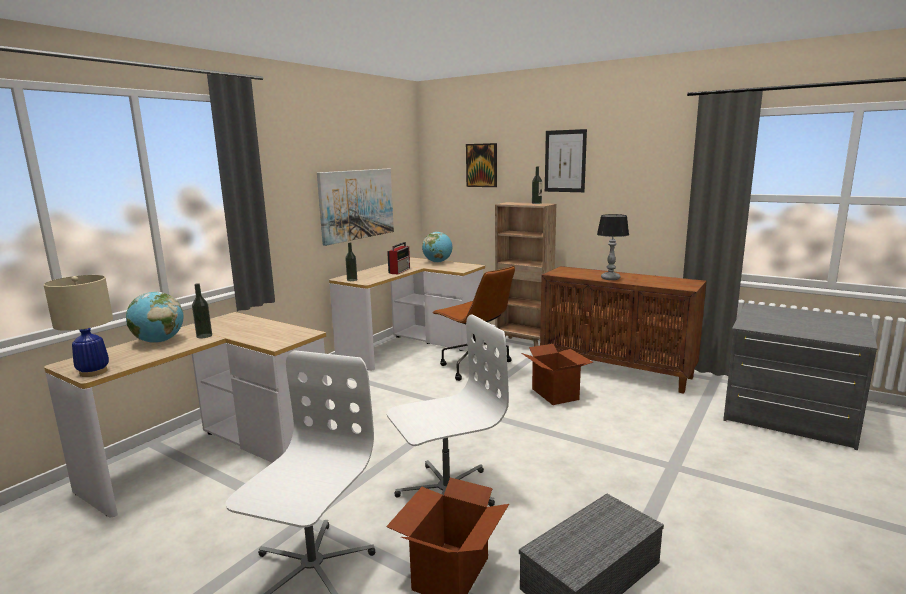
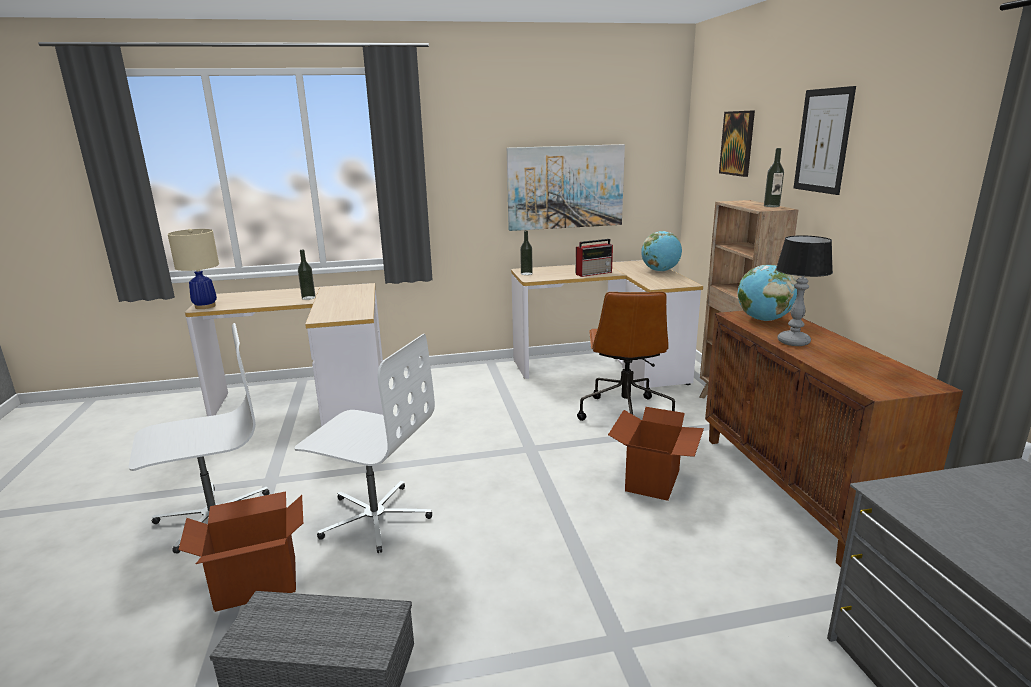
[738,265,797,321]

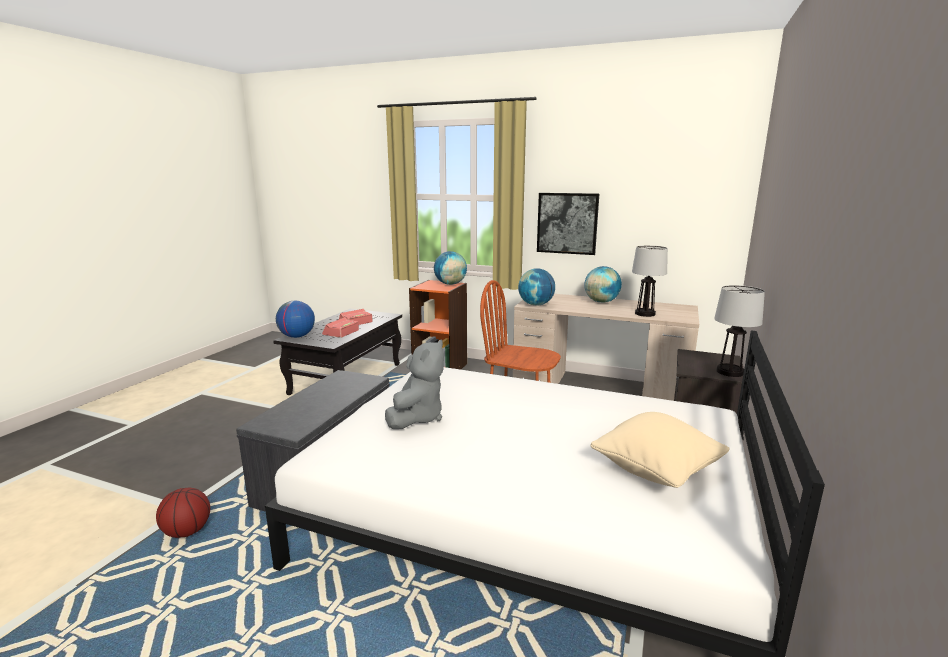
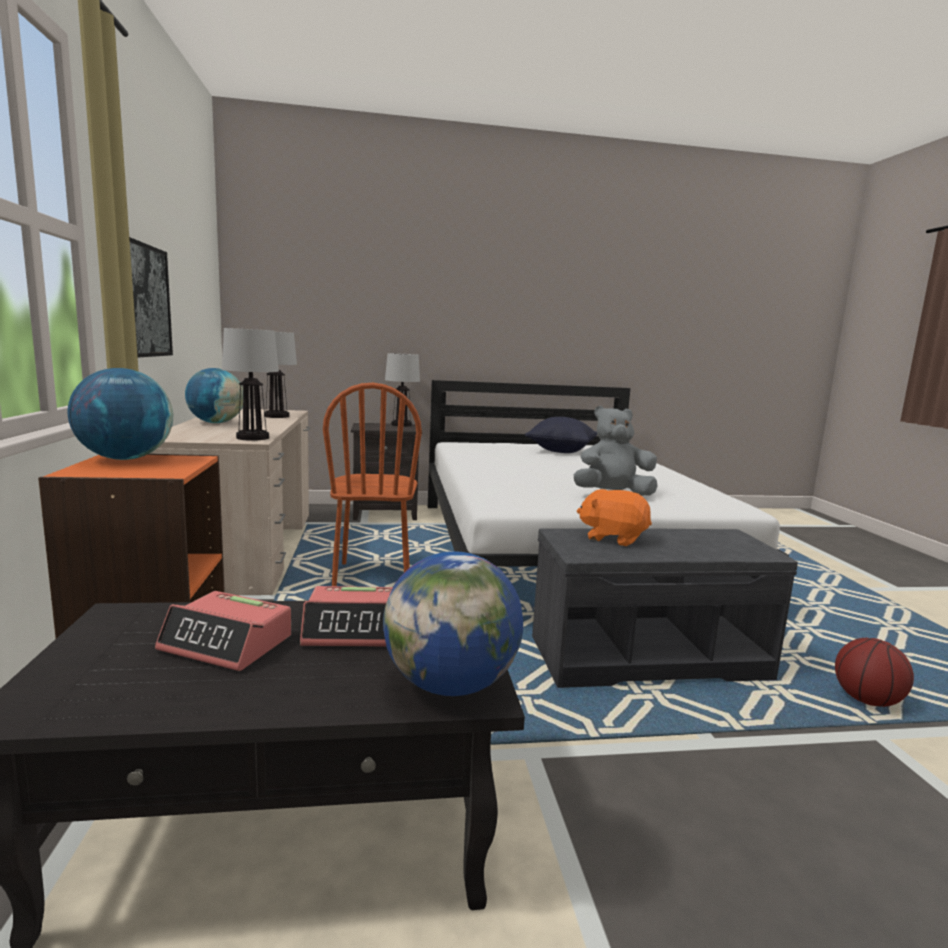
[222,328,279,441]
[525,417,597,453]
[577,489,652,546]

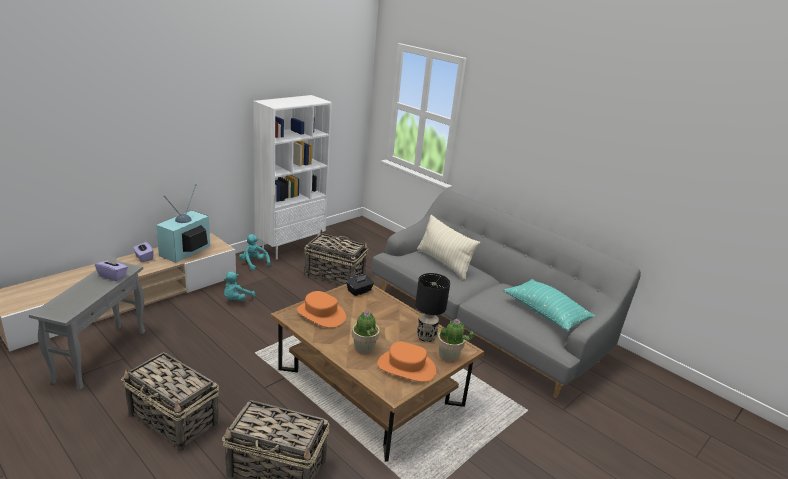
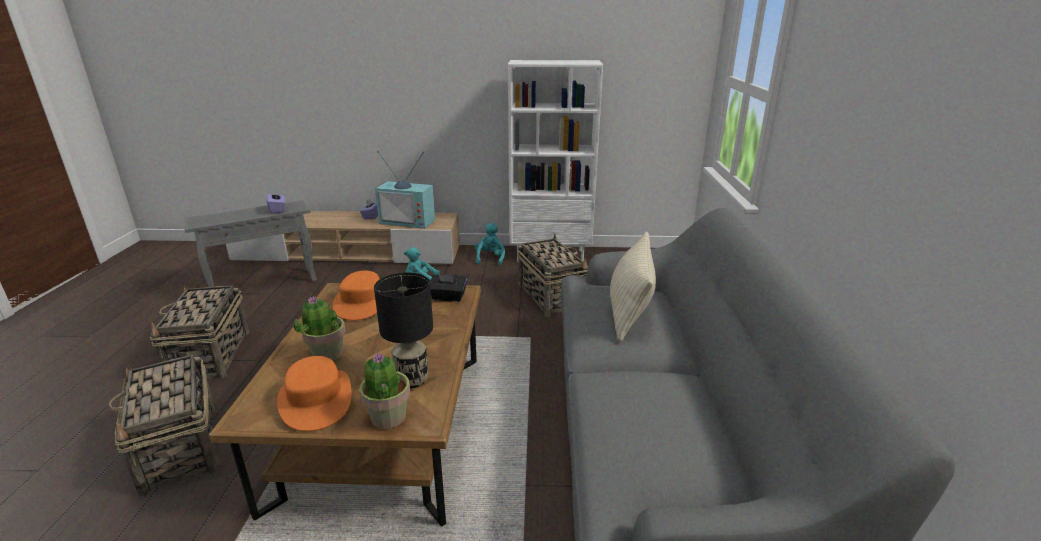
[375,150,435,229]
[503,279,596,332] (first image)

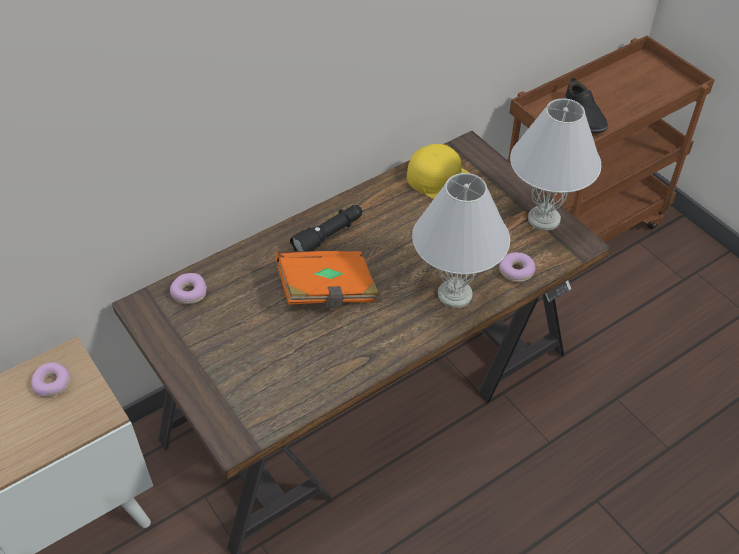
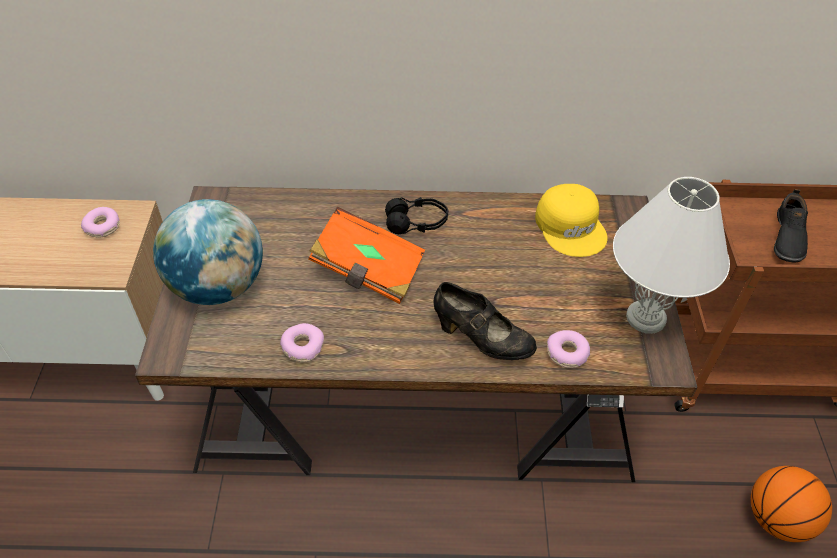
[280,323,324,362]
[385,197,448,234]
[433,282,537,360]
[153,199,263,305]
[751,466,832,542]

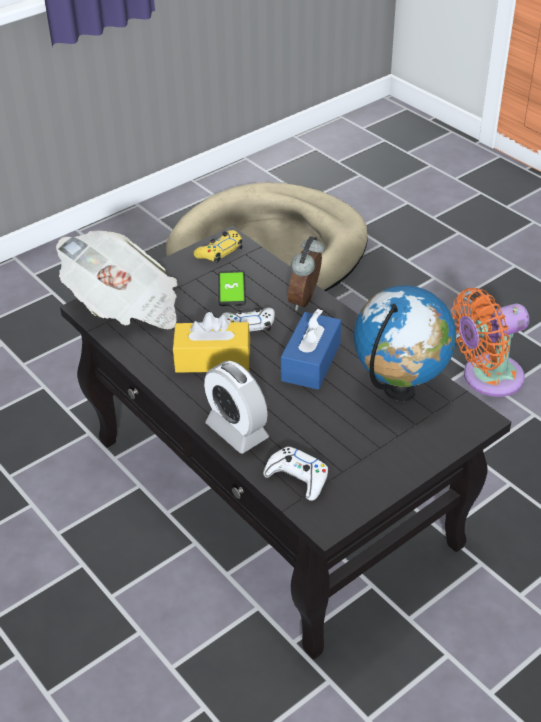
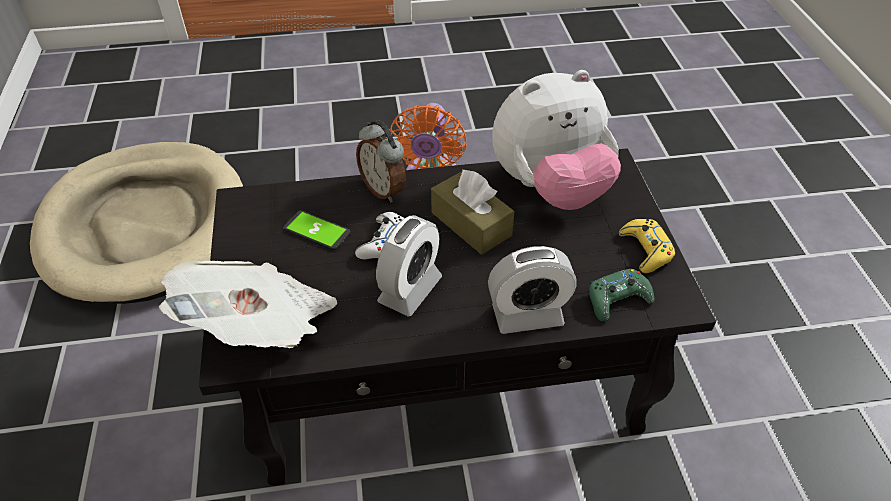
[376,215,442,316]
[619,219,676,273]
[588,269,654,322]
[431,169,514,255]
[492,70,621,210]

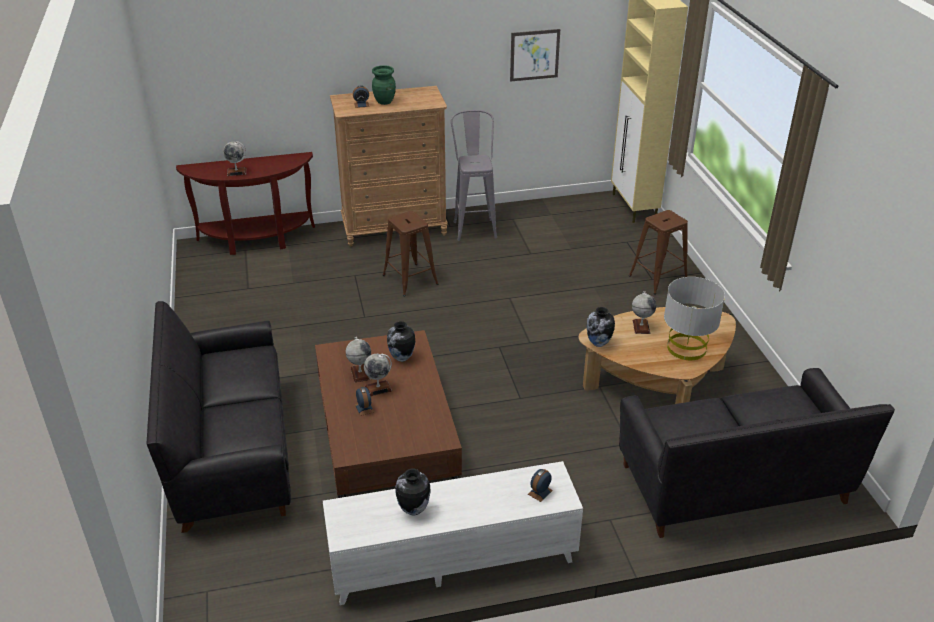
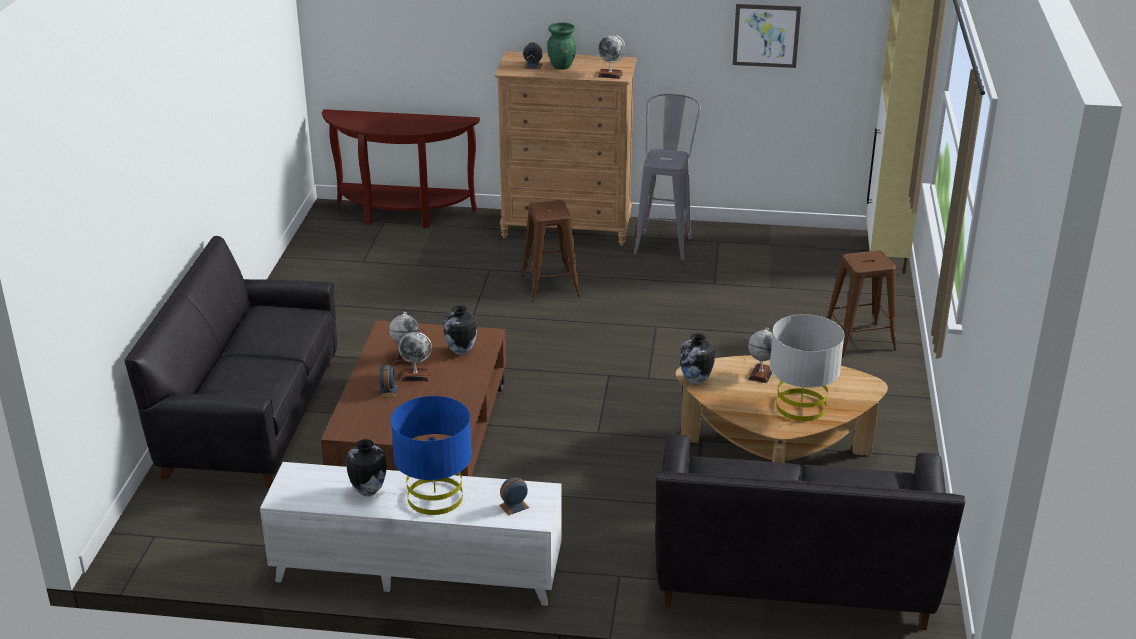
[597,35,626,79]
[391,396,472,515]

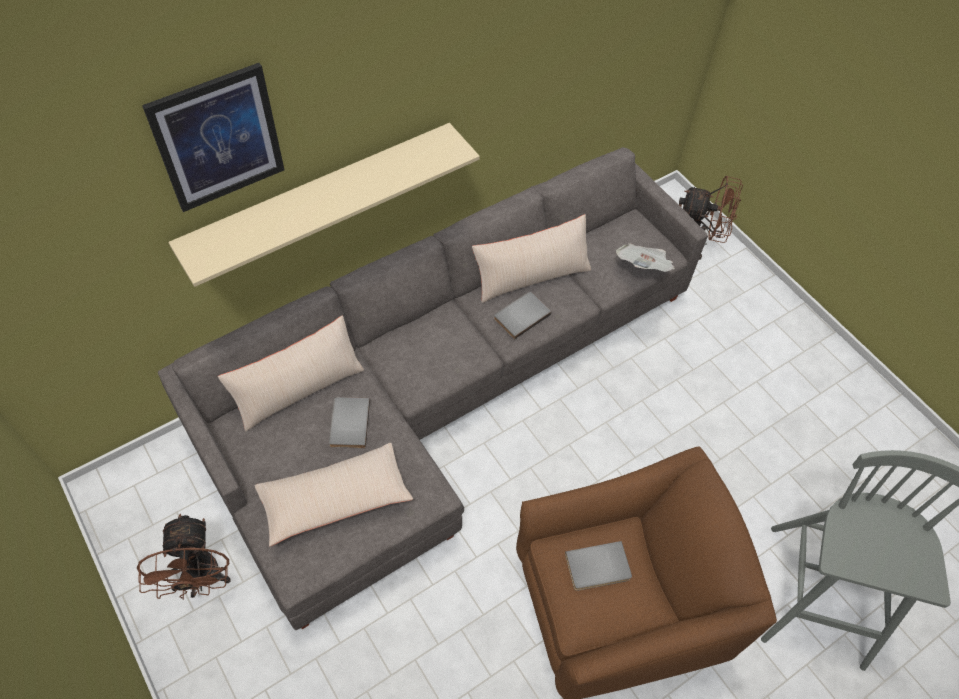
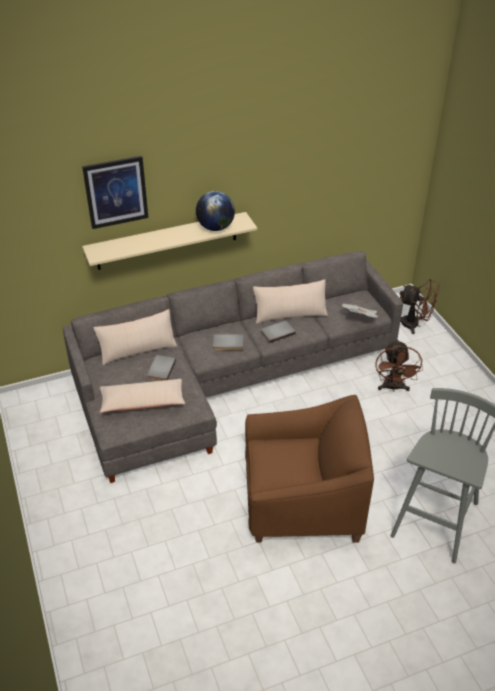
[376,340,423,391]
[213,334,244,350]
[196,191,235,231]

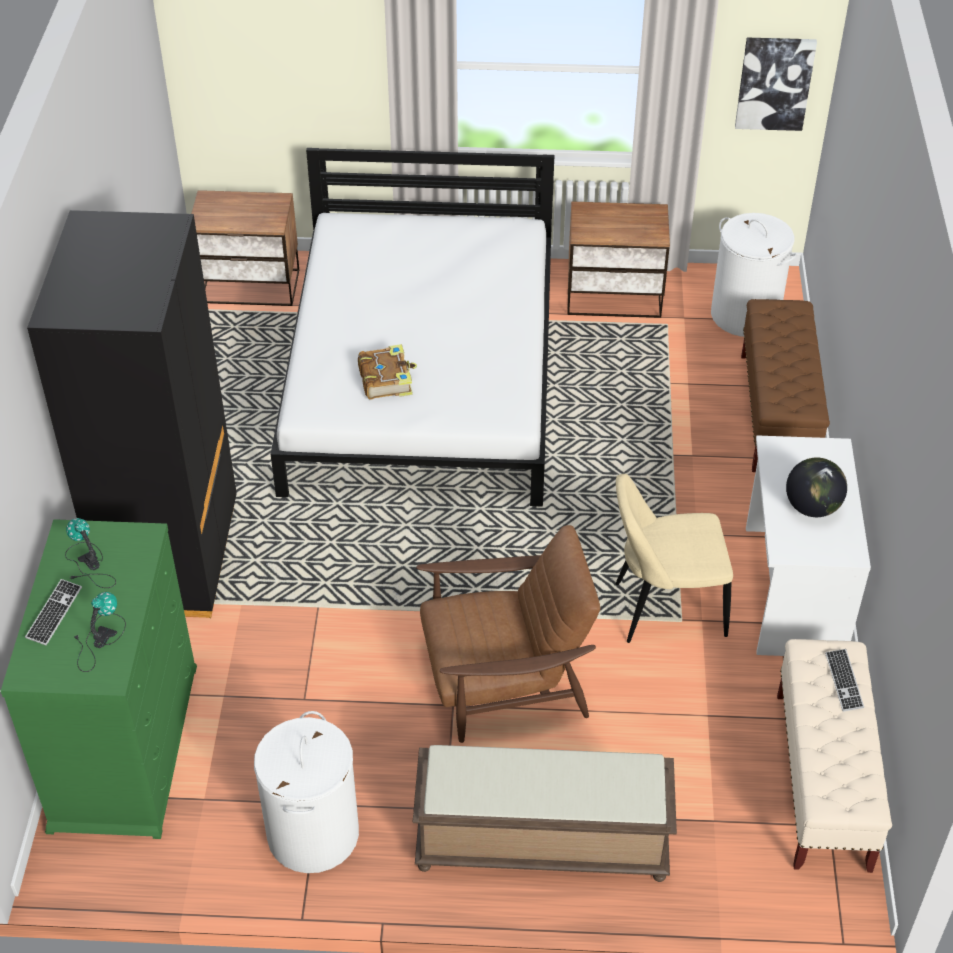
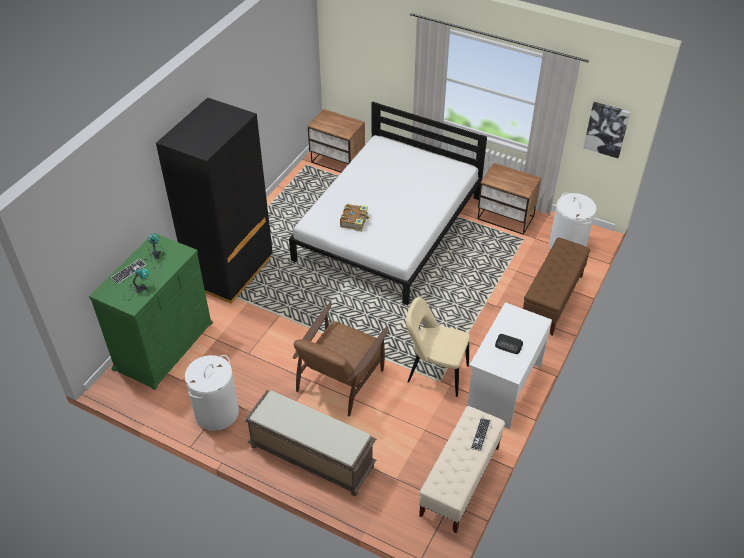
[293,303,388,416]
[495,334,523,354]

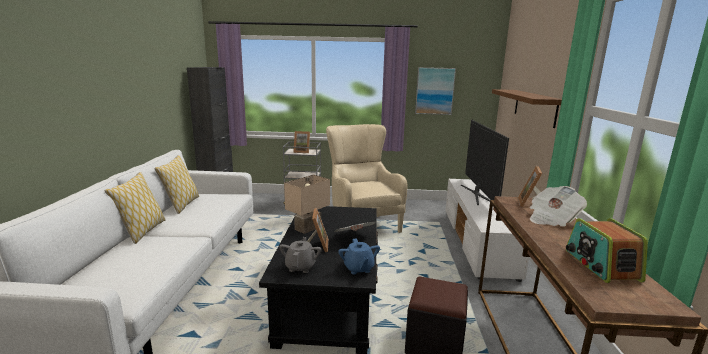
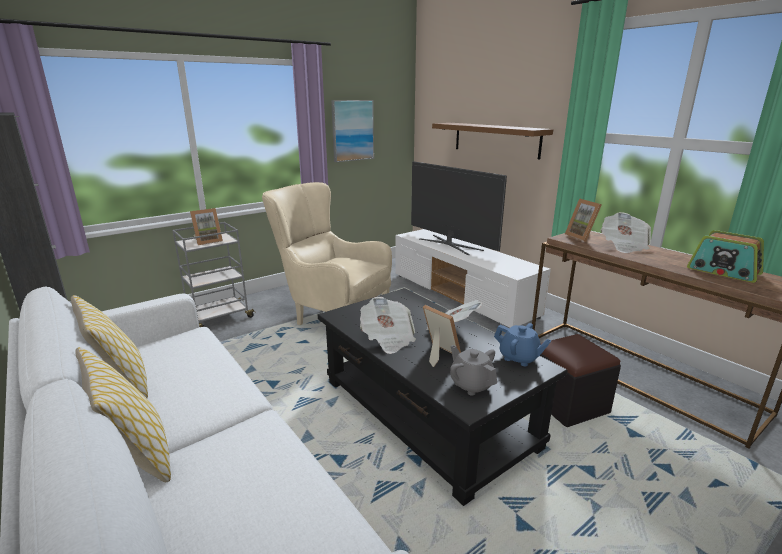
[360,297,416,354]

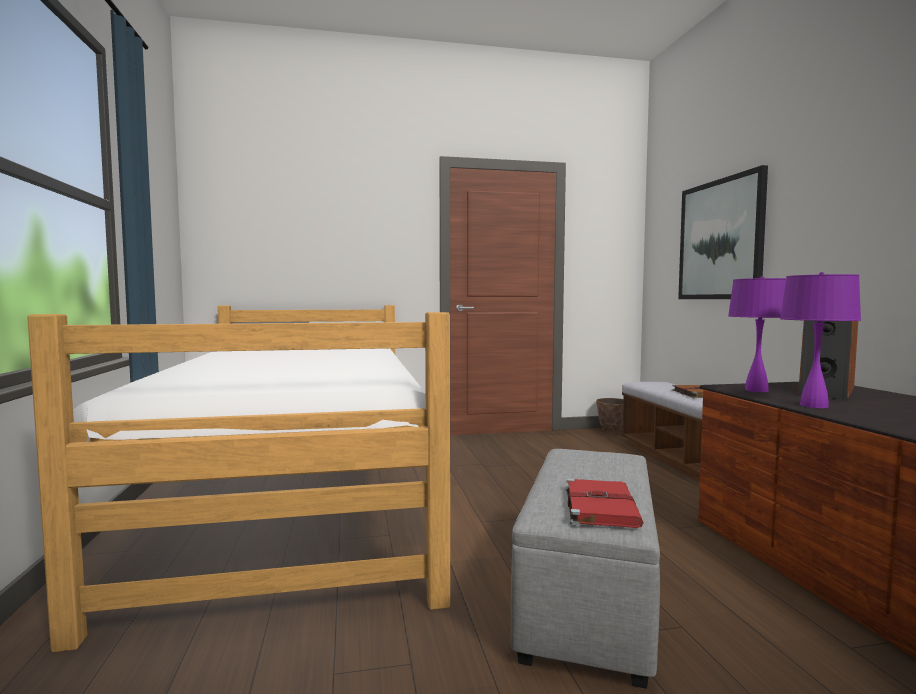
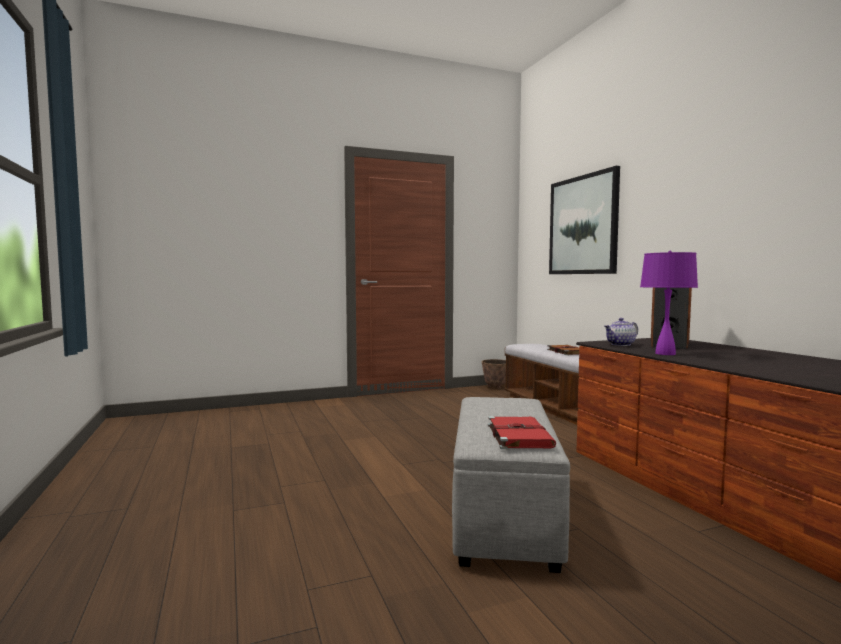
[27,305,450,652] (first image)
[604,318,638,346]

